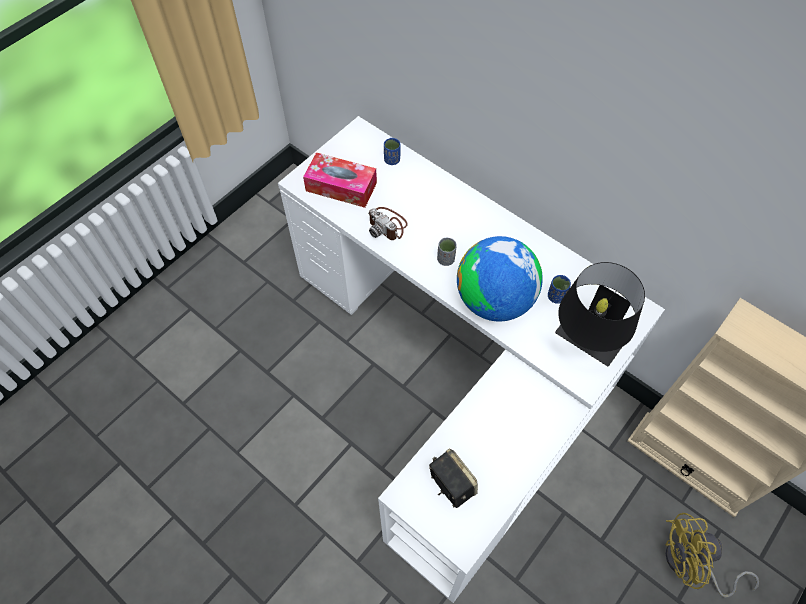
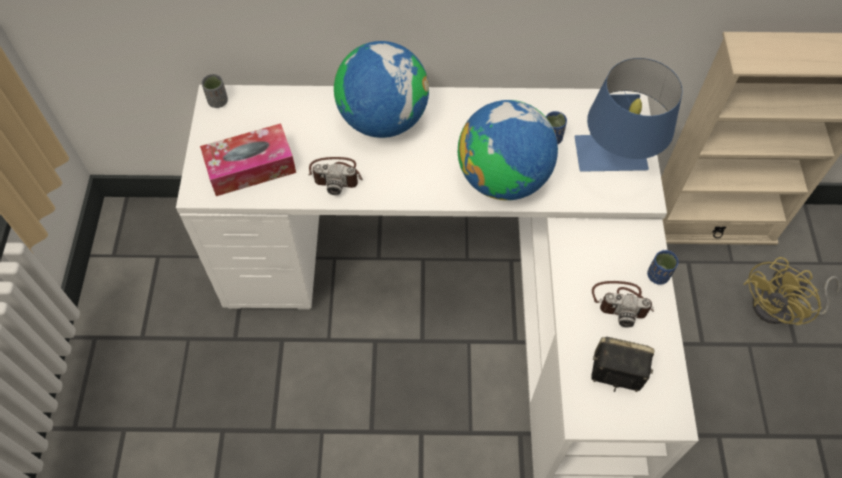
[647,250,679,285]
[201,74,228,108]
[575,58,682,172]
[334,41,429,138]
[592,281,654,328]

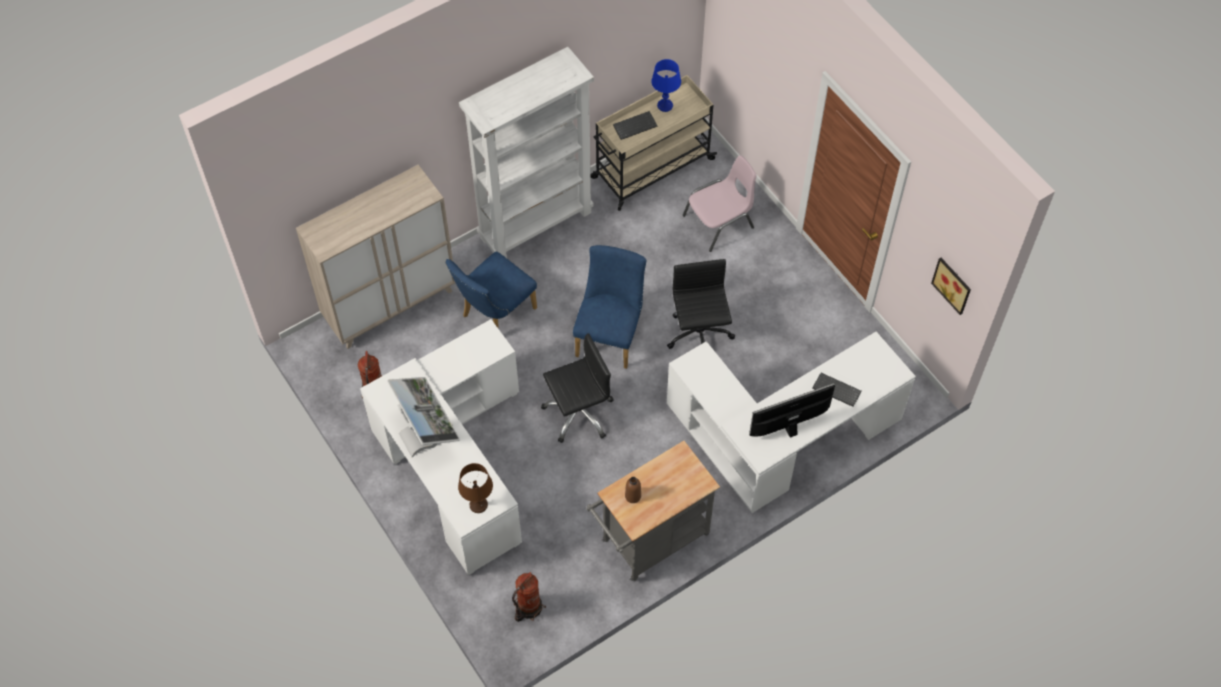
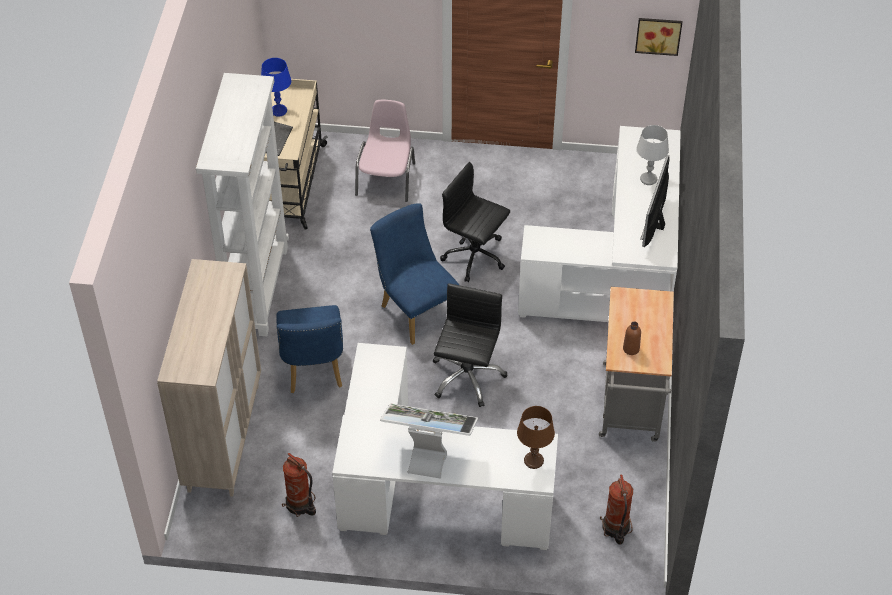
[636,125,669,185]

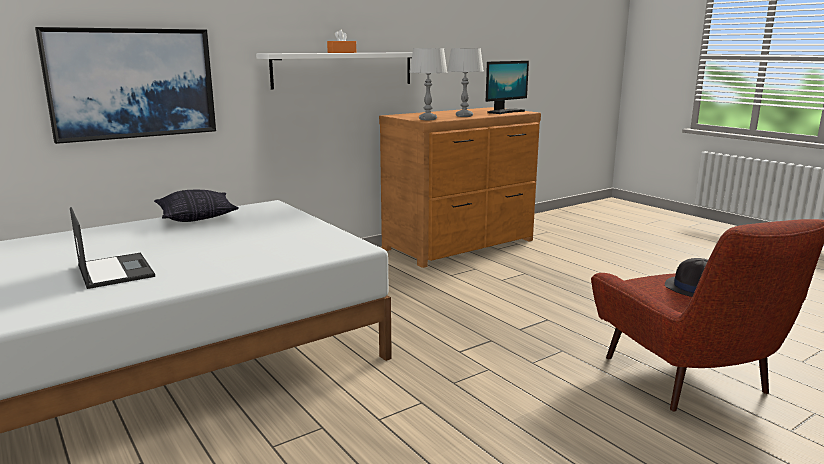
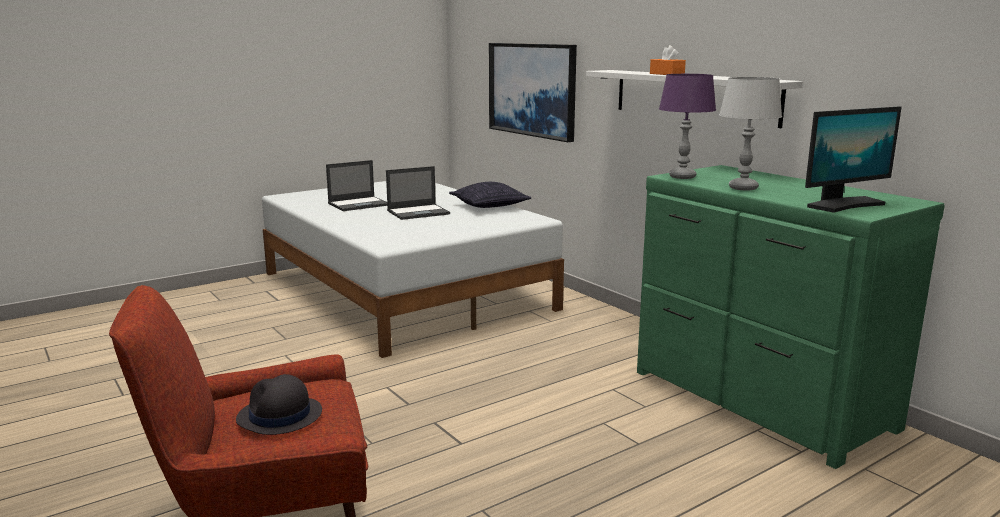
[637,165,945,469]
[659,74,716,179]
[805,106,902,213]
[386,166,450,220]

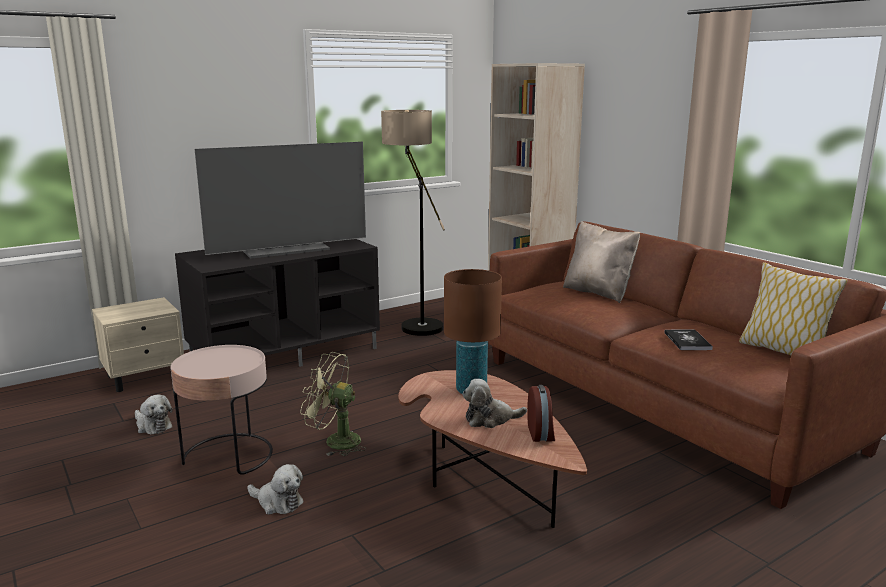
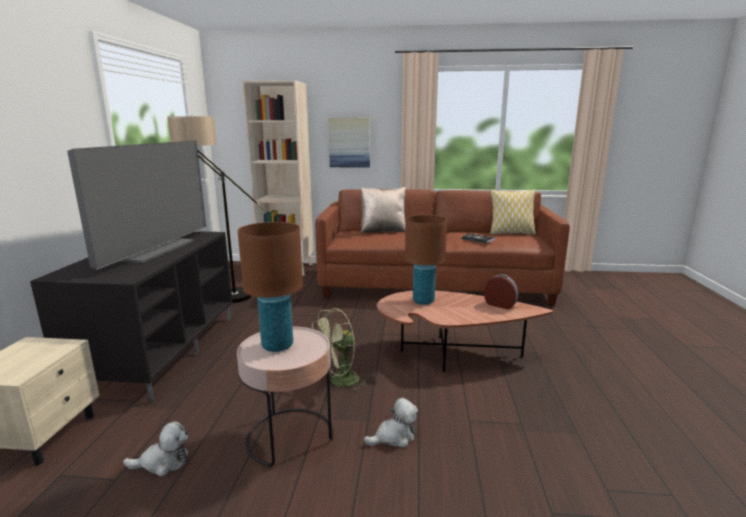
[462,379,527,428] (first image)
[238,222,303,352]
[328,118,370,168]

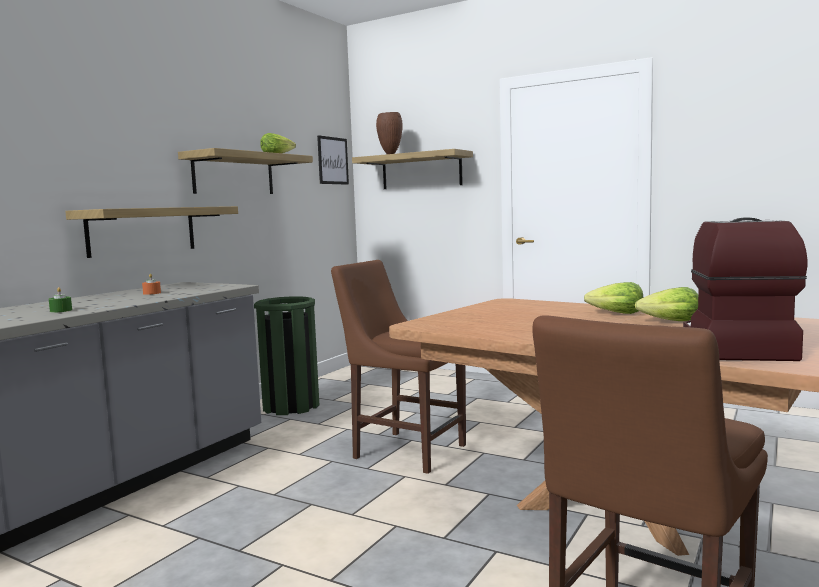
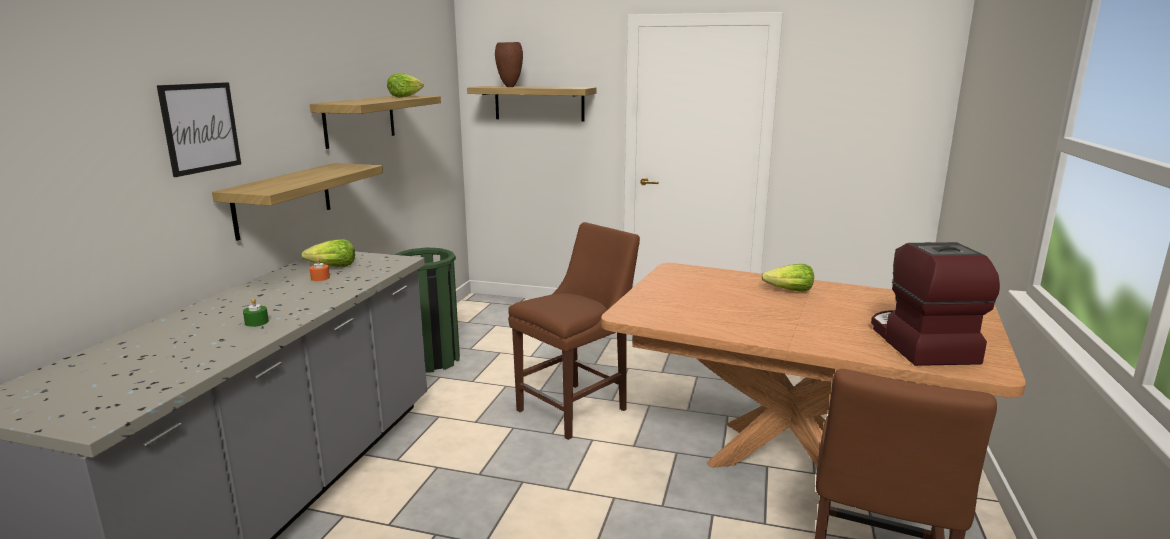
[157,82,241,177]
[508,222,640,440]
[302,239,355,267]

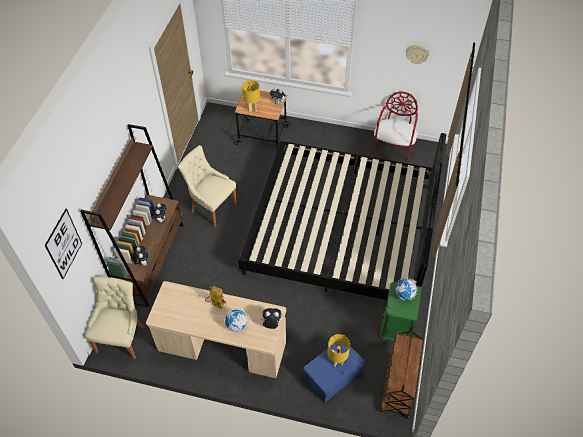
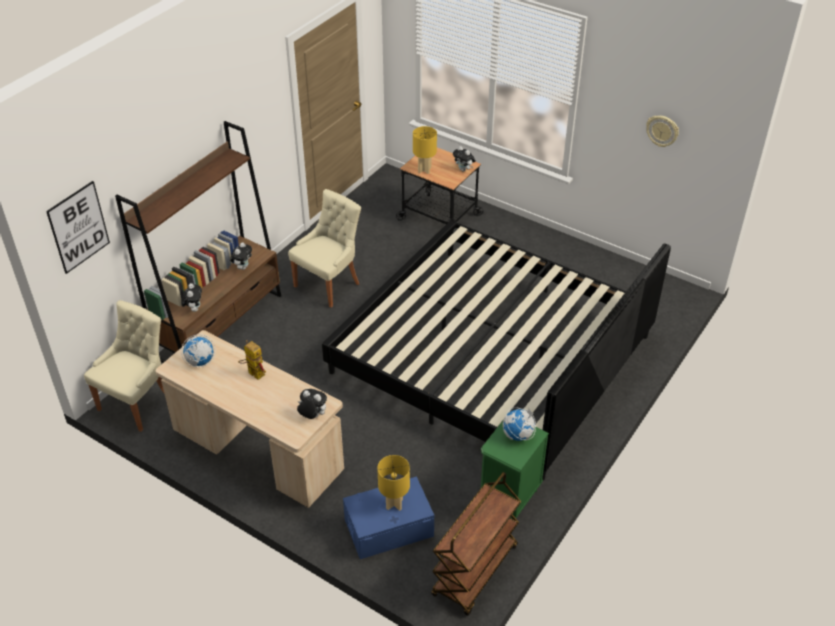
[288,189,361,308]
[181,334,216,367]
[373,91,418,162] (first image)

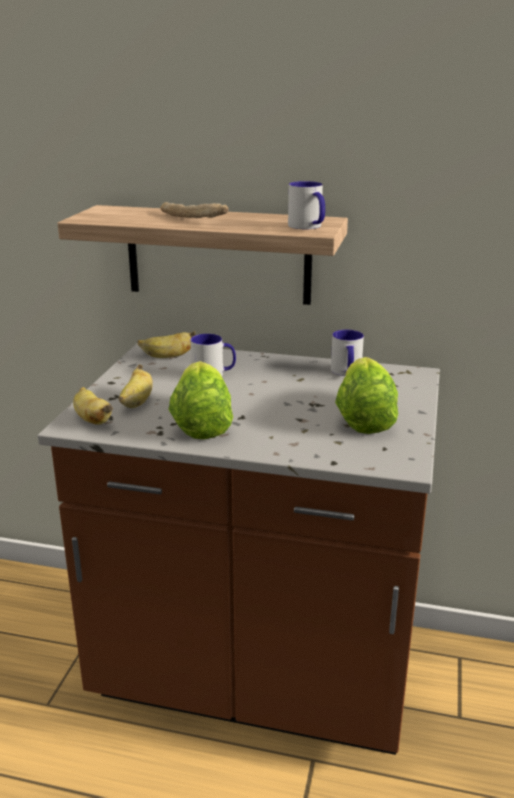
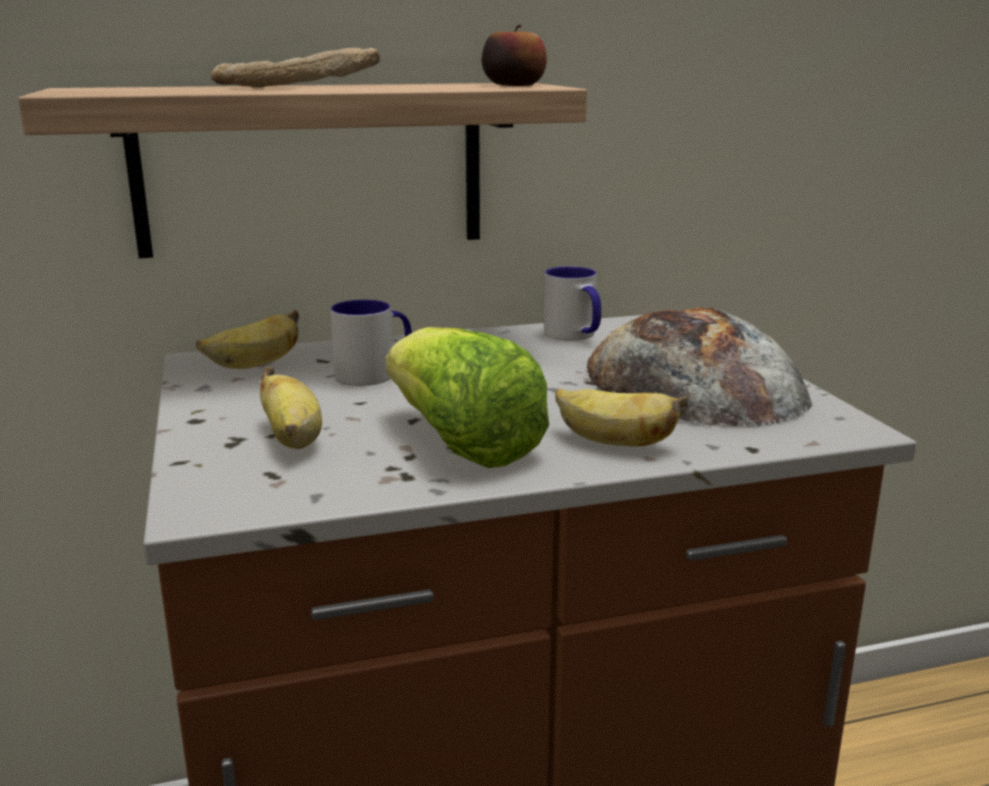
[555,388,688,447]
[482,24,547,86]
[587,308,812,427]

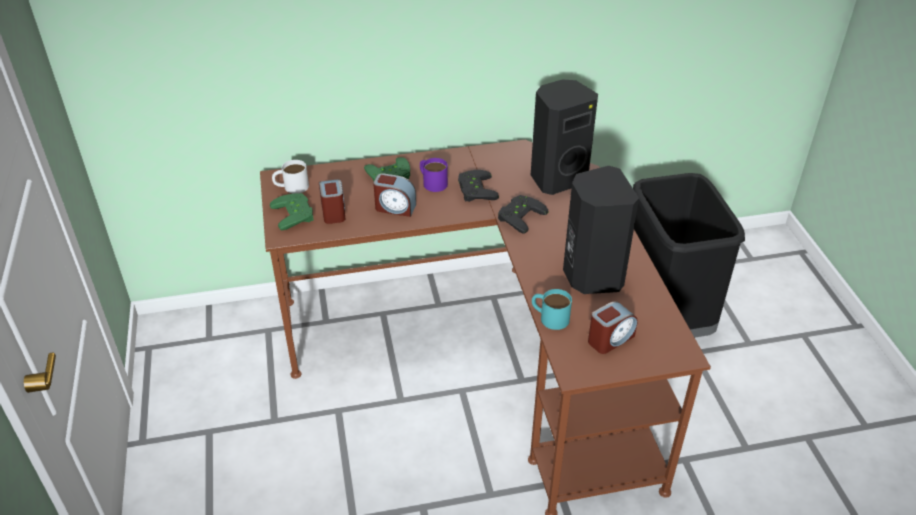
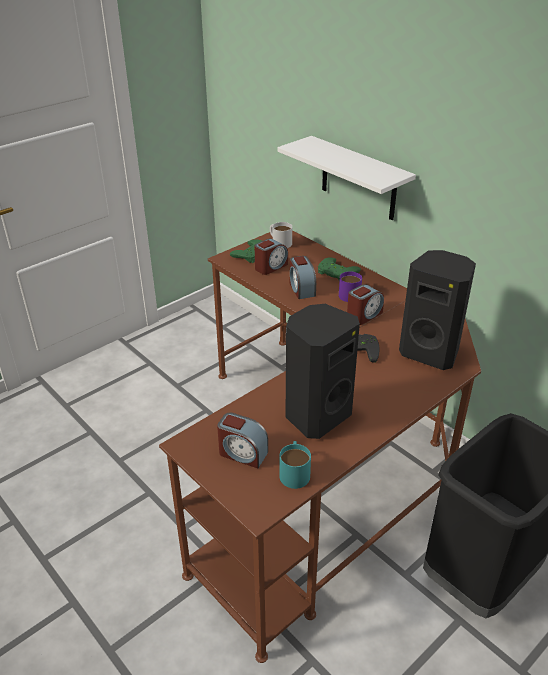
[347,284,384,325]
[280,441,311,489]
[277,136,416,220]

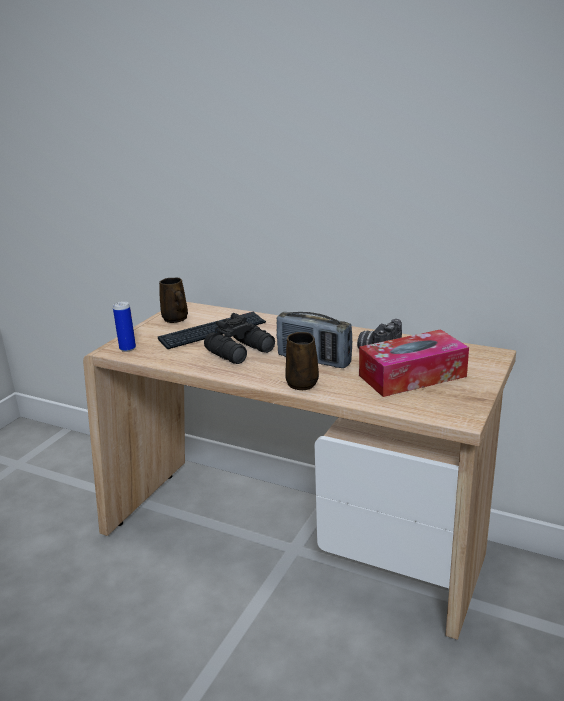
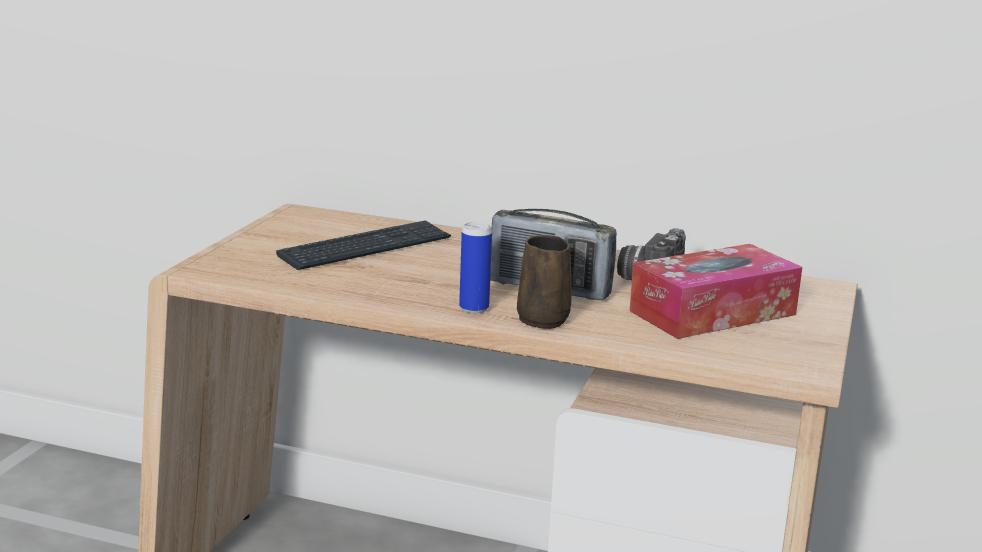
[459,222,492,313]
[159,278,188,323] (first image)
[204,313,275,364] (first image)

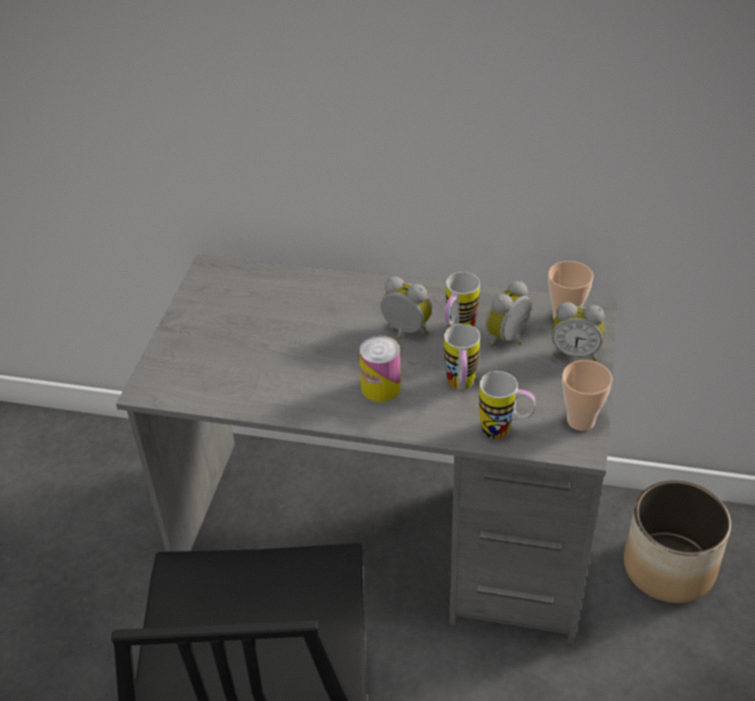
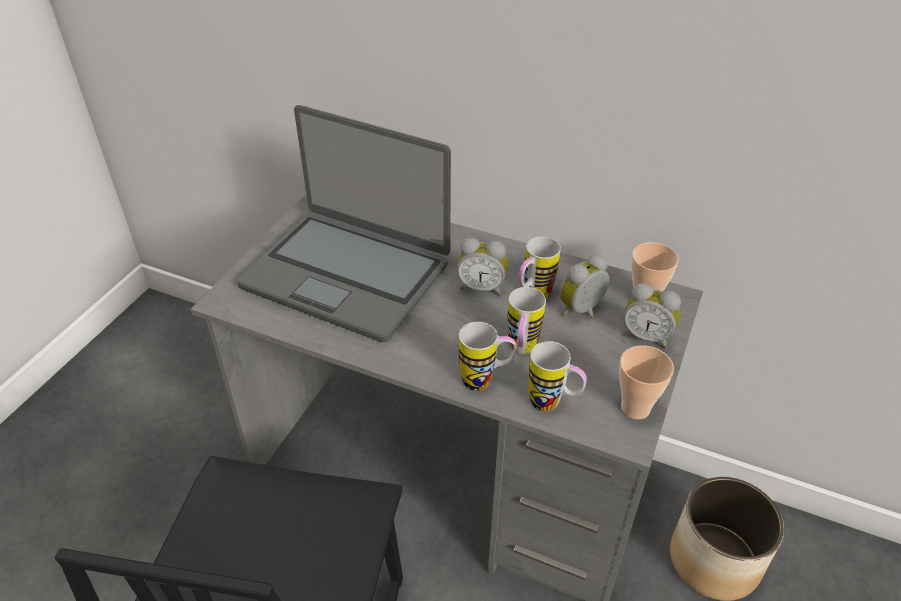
[359,336,401,402] (first image)
[457,237,508,296]
[237,105,451,342]
[459,322,517,391]

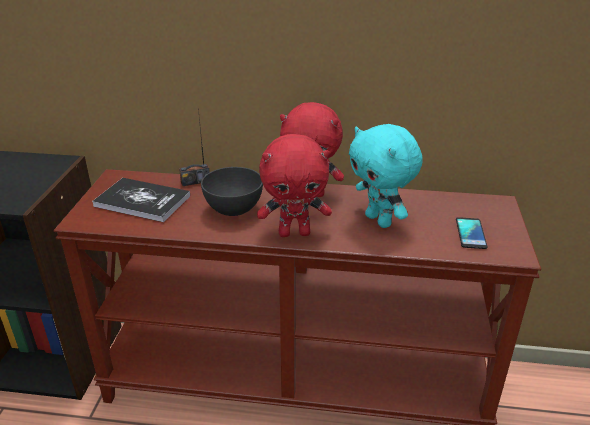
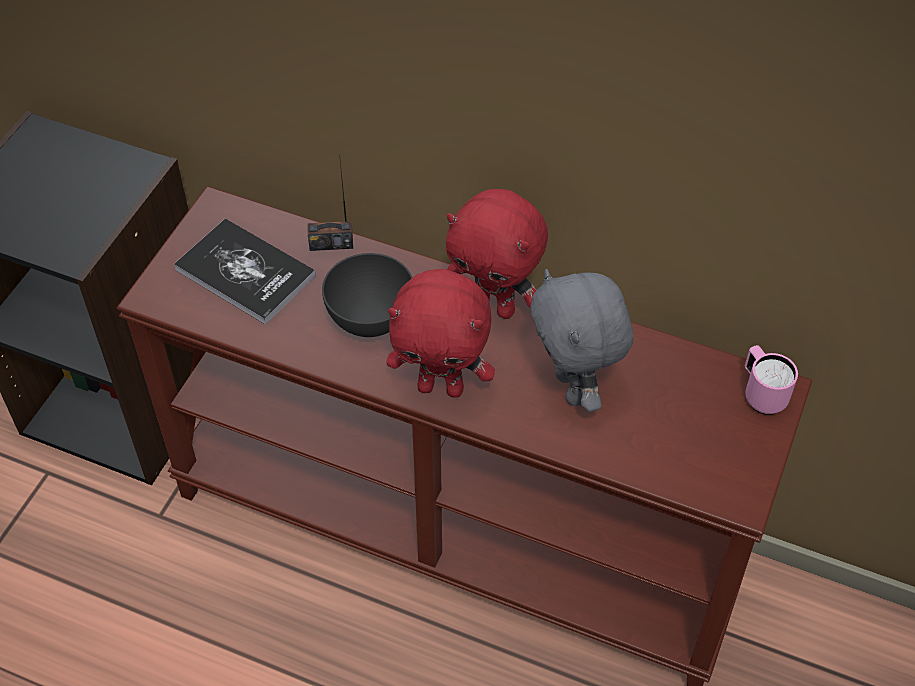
[530,269,633,412]
[456,217,488,249] (first image)
[744,345,798,415]

